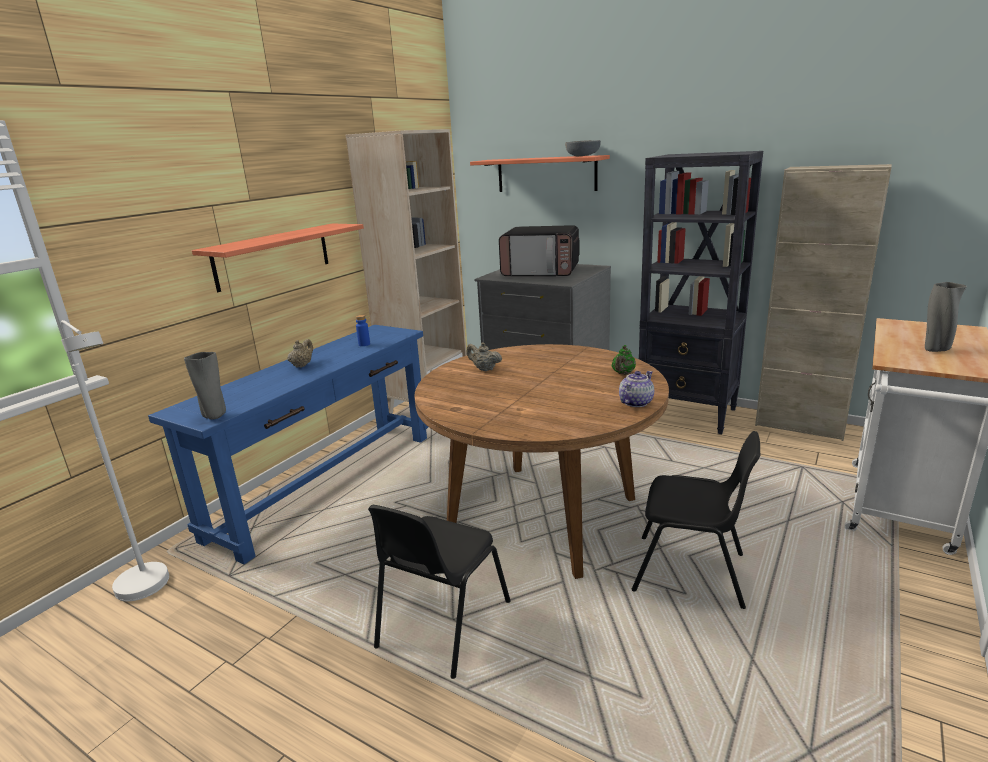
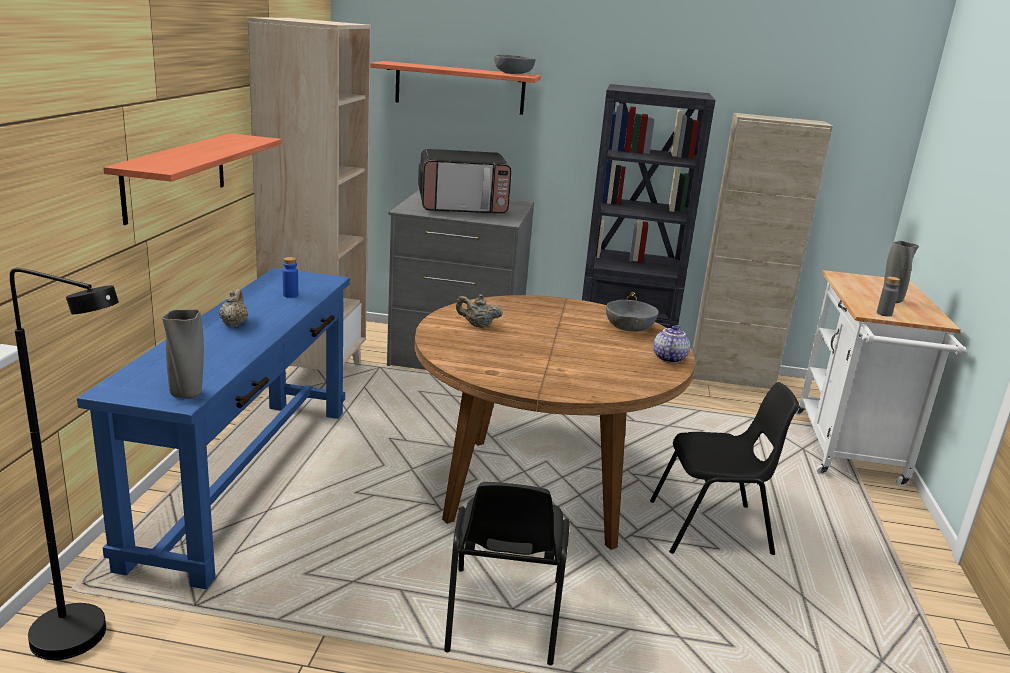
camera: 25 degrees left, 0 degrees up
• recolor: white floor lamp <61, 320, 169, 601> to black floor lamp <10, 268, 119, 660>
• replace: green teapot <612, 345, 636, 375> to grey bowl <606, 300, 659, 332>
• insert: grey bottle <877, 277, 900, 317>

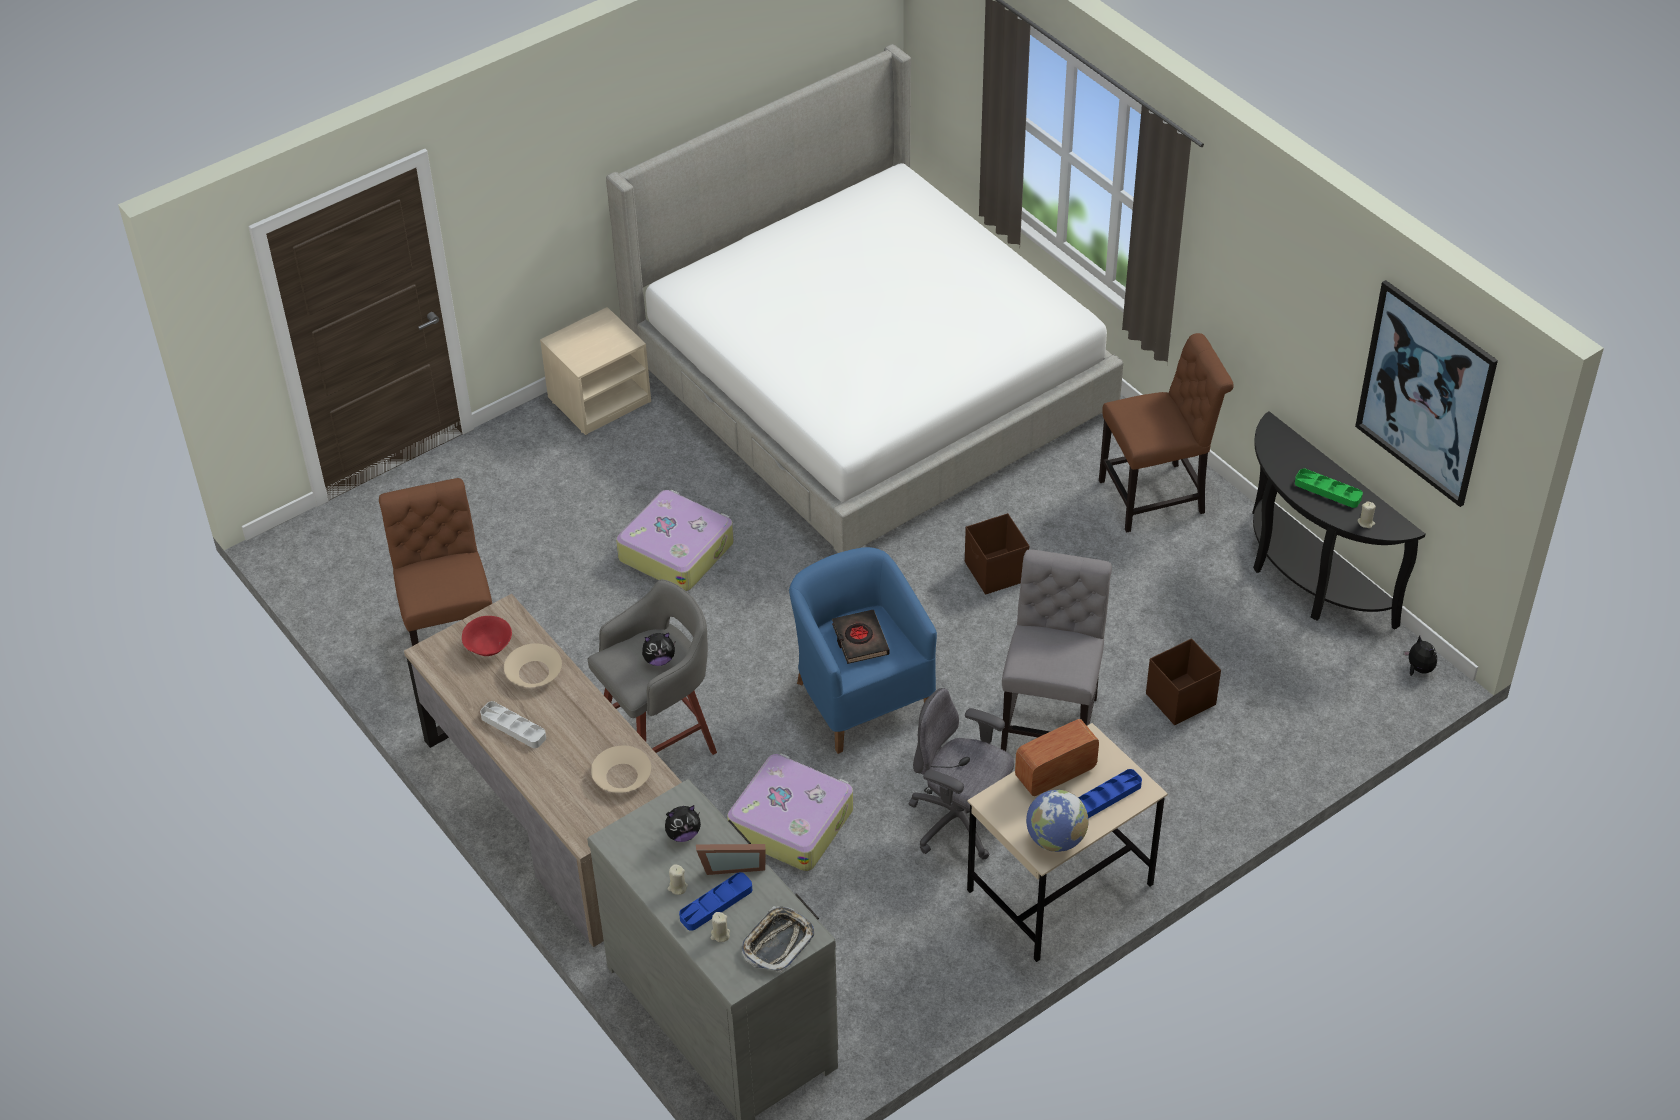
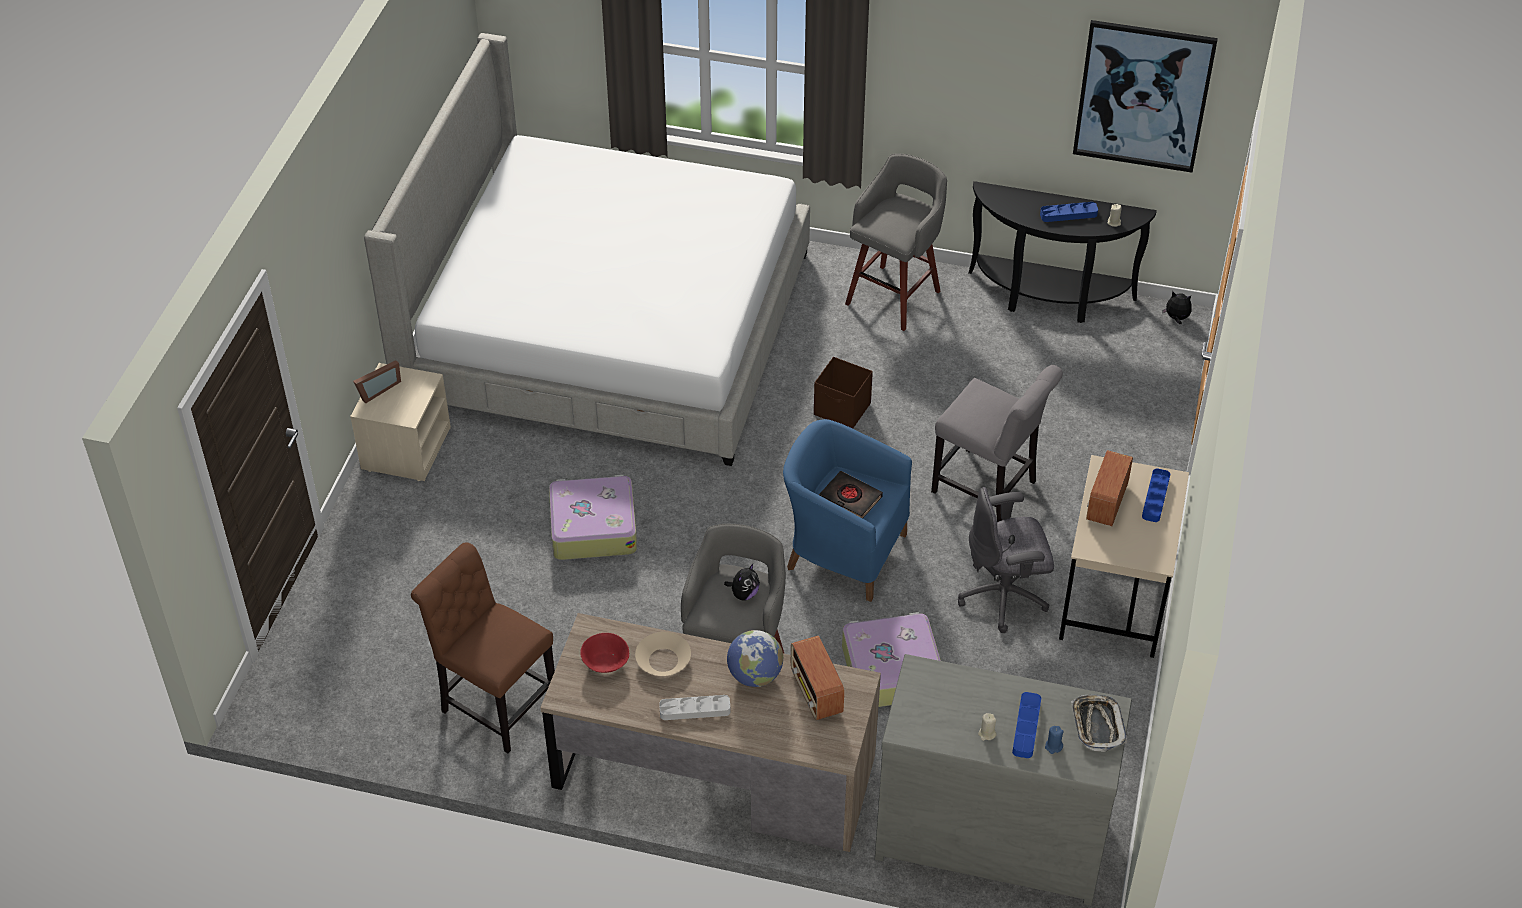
camera: 40 degrees left, 0 degrees up
• replace: brown chair <1099, 333, 1234, 533> to grey stool <845, 154, 947, 331>
• recolor: green tray <1295, 469, 1363, 508> to blue tray <1040, 202, 1098, 222>
• rotate: grey chair <1001, 549, 1112, 751> = <931, 365, 1063, 522> 150 degrees clockwise
• delete: brown storage box <1146, 638, 1221, 725>
• replace: beige bowl <591, 746, 651, 793> to radio <791, 636, 844, 720>
• move: globe <1026, 789, 1089, 852> to <727, 630, 783, 687>
• delete: plush toy <665, 805, 701, 842>
• move: picture frame <696, 844, 766, 875> to <353, 360, 401, 403>
• recolor: beige candle <711, 912, 730, 942> to blue candle <1045, 726, 1064, 754>

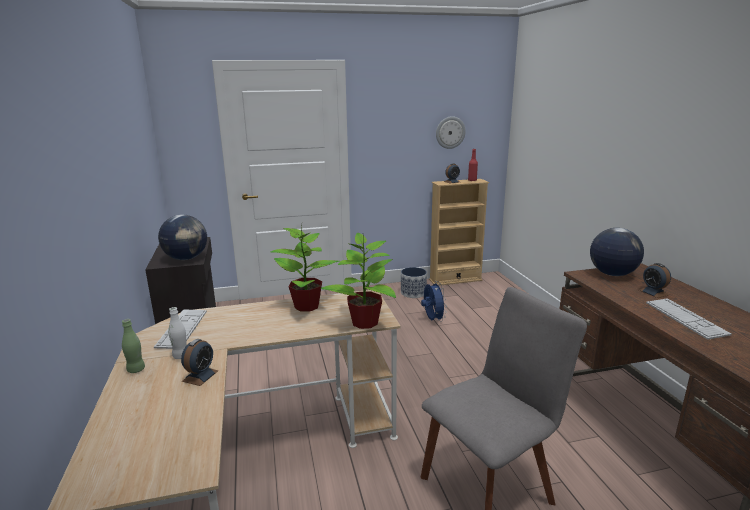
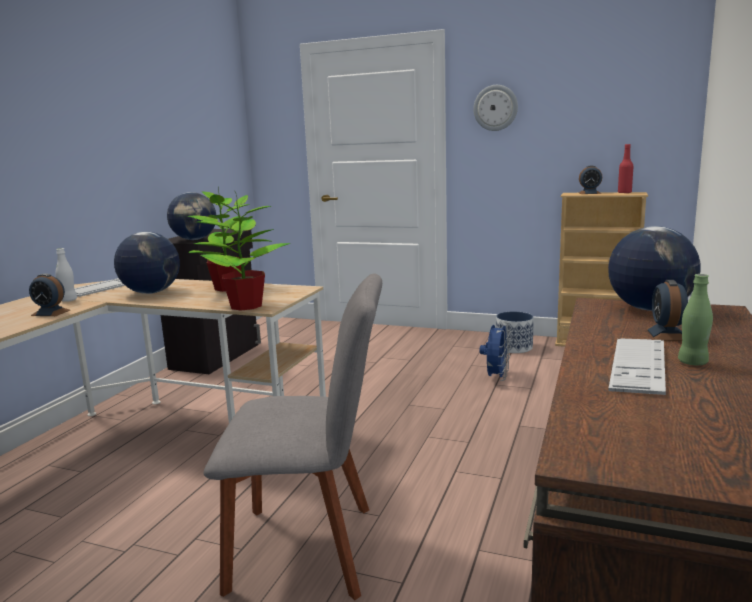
camera: 35 degrees right, 5 degrees down
• move: wall clock <436, 116, 466, 149> to <473, 85, 518, 131>
• move: green bottle <122, 319, 145, 373> to <678, 274, 713, 365>
• rotate: alarm clock <181, 339, 219, 386> = <29, 273, 70, 316> 45 degrees clockwise
• insert: globe <114, 232, 180, 294>

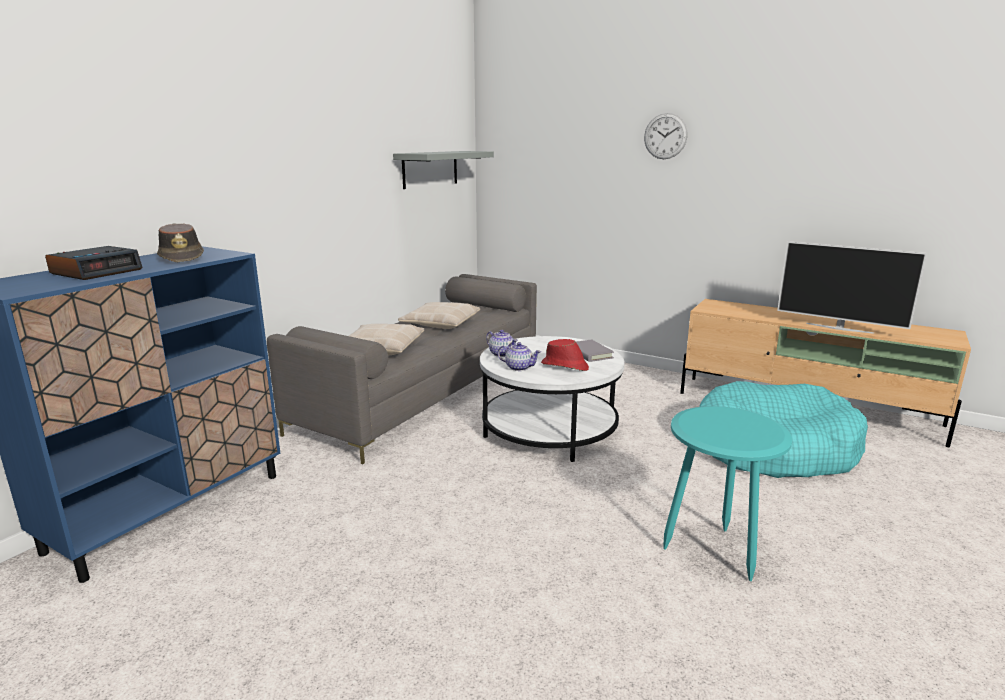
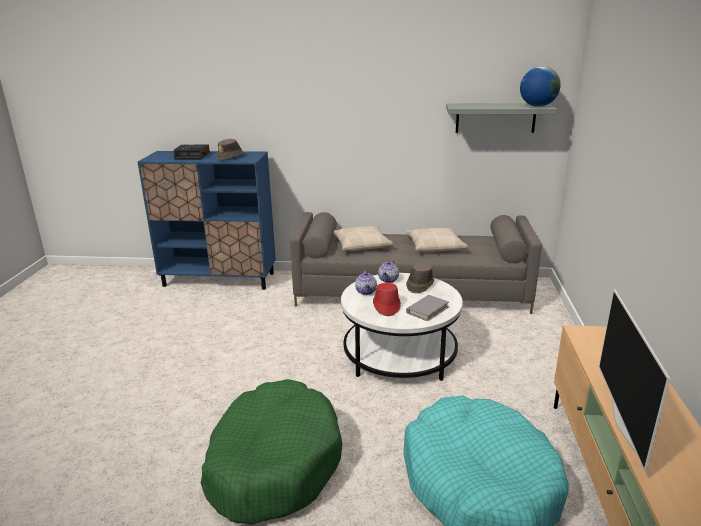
camera: 65 degrees right, 5 degrees up
• delete: wall clock <644, 113, 688, 159>
• replace: turquoise side table <663, 406, 792, 581> to green dog bed <201, 379, 343, 524>
• insert: globe <520, 66, 561, 107>
• insert: brown hat <406, 264, 434, 293>

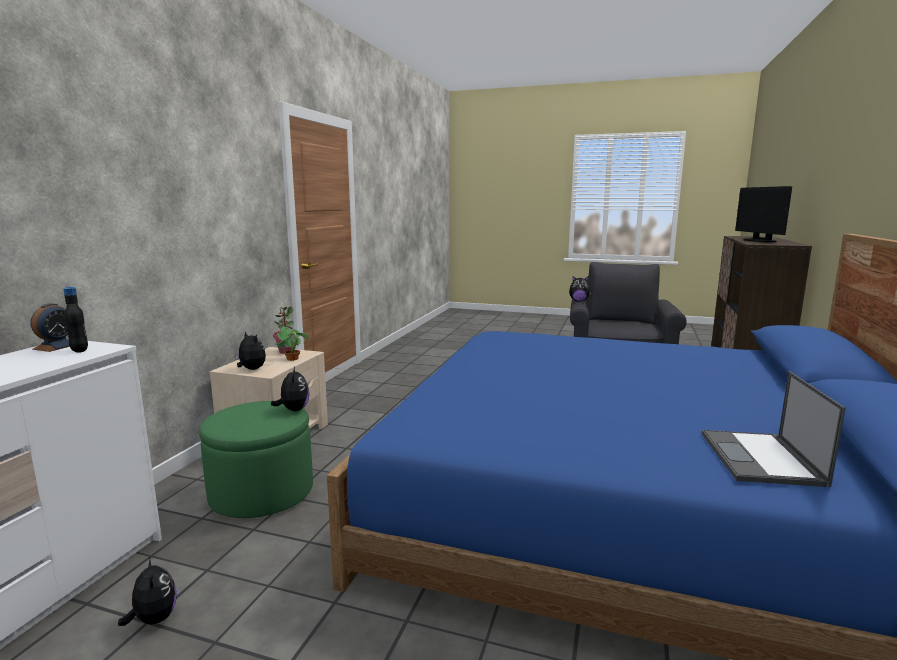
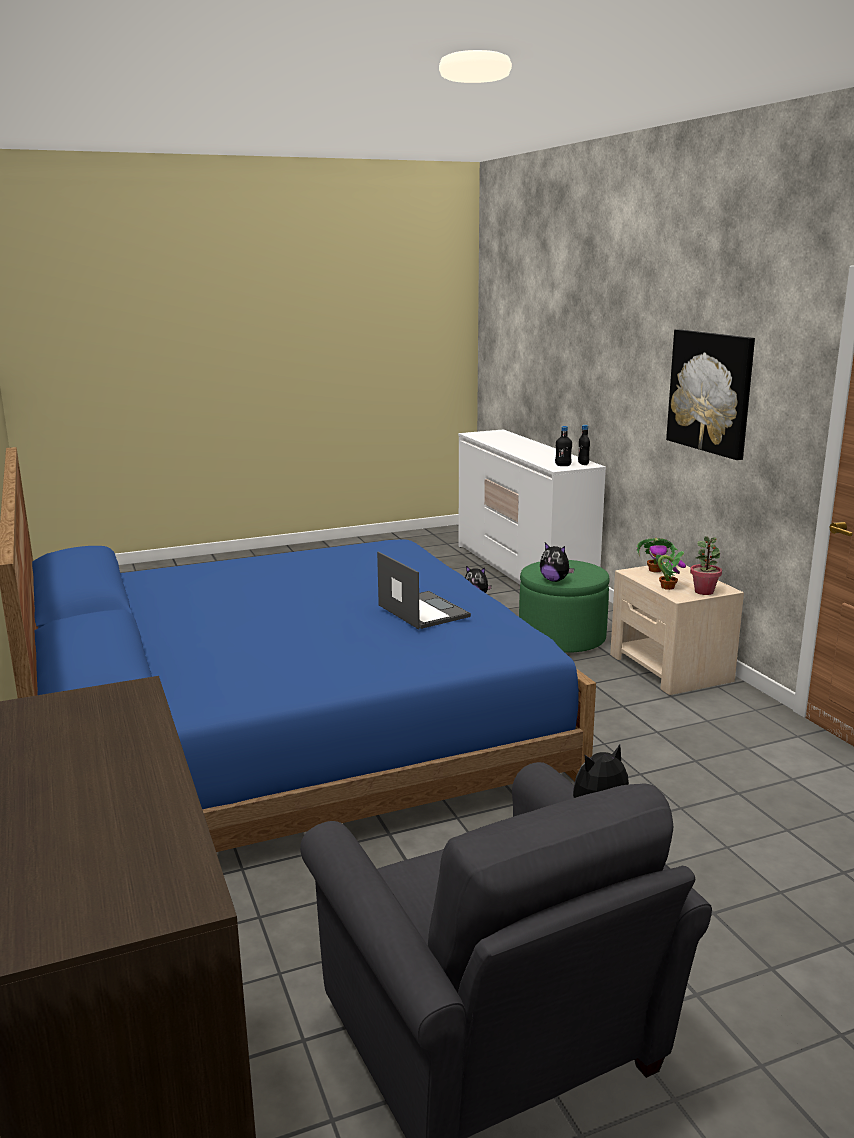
camera: 140 degrees right, 5 degrees up
• delete: monitor <735, 186, 792, 242>
• replace: alarm clock <30, 303, 69, 352> to black bottle <578, 425, 590, 465>
• replace: plush toy <235, 331, 266, 370> to potted plant <636, 538, 678, 573>
• move: laptop <702, 371, 846, 487> to <377, 551, 471, 629>
• insert: picture <666, 329, 755, 460>

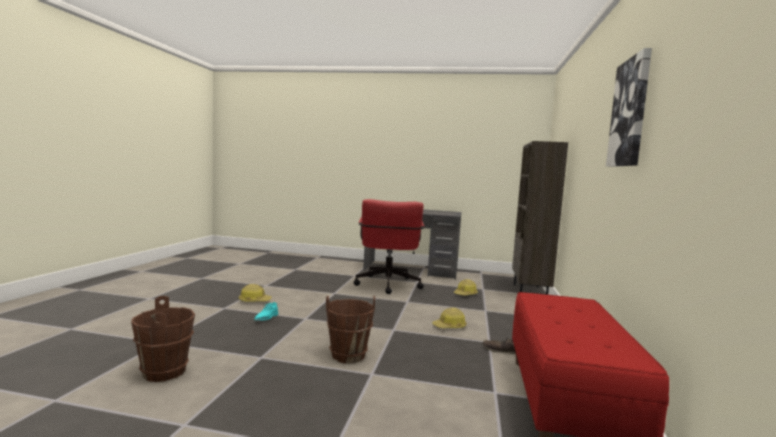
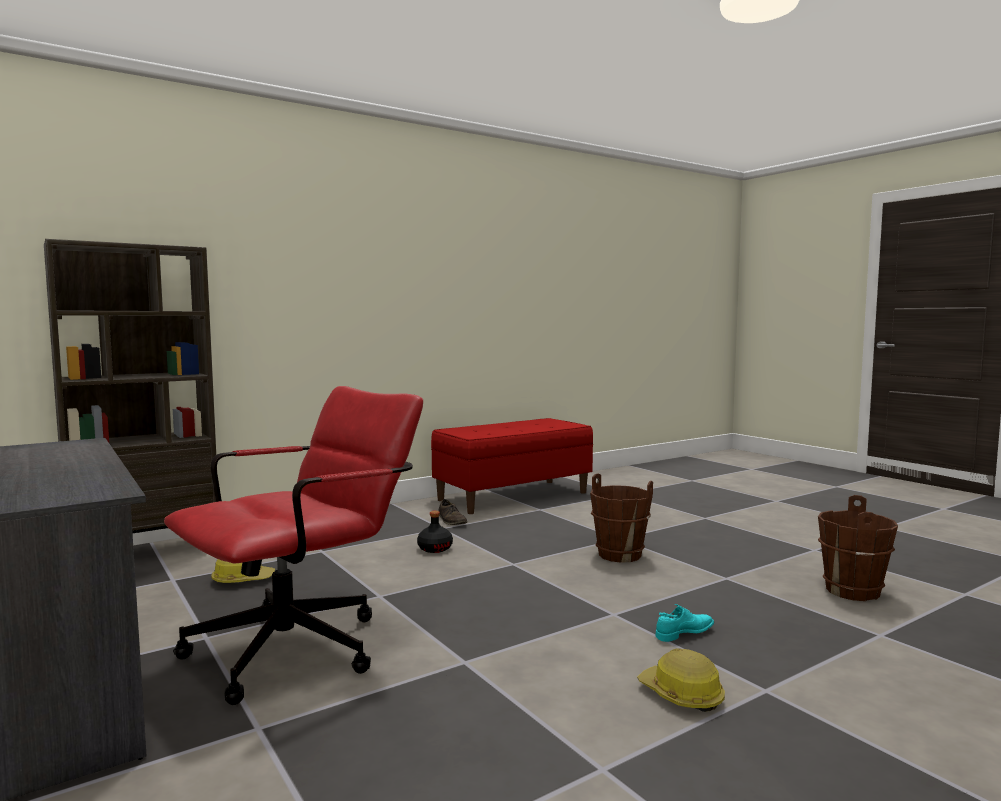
camera: 135 degrees left, 0 degrees up
• delete: picture <606, 48, 652, 167>
• replace: hard hat <432, 308, 467, 328> to black bottle <417, 511, 453, 553>

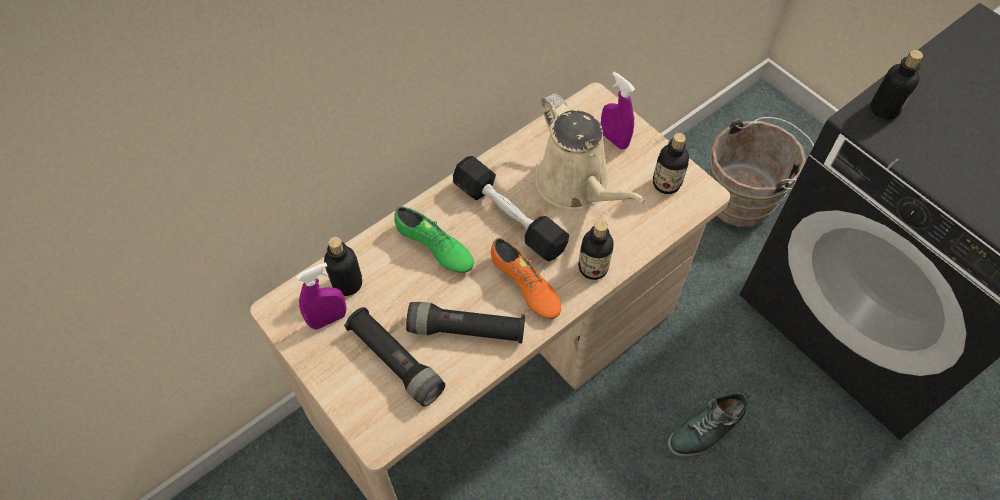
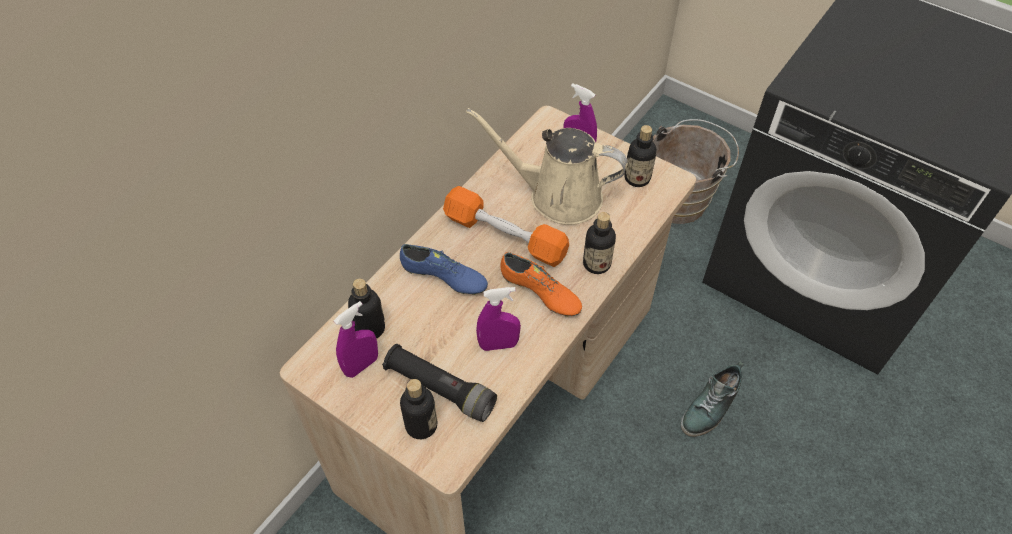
camera: 15 degrees left, 5 degrees down
• move: bottle <870, 50, 923, 120> to <400, 379, 437, 439>
• rotate: beige watering can <535, 93, 647, 210> = <466, 108, 628, 225> 150 degrees clockwise
• recolor: black dumbbell <453, 156, 569, 261> to orange dumbbell <443, 186, 569, 267>
• recolor: green shoe <394, 206, 474, 273> to blue shoe <400, 244, 488, 295>
• replace: black flashlight <406, 302, 525, 344> to purple spray bottle <476, 287, 521, 351>

